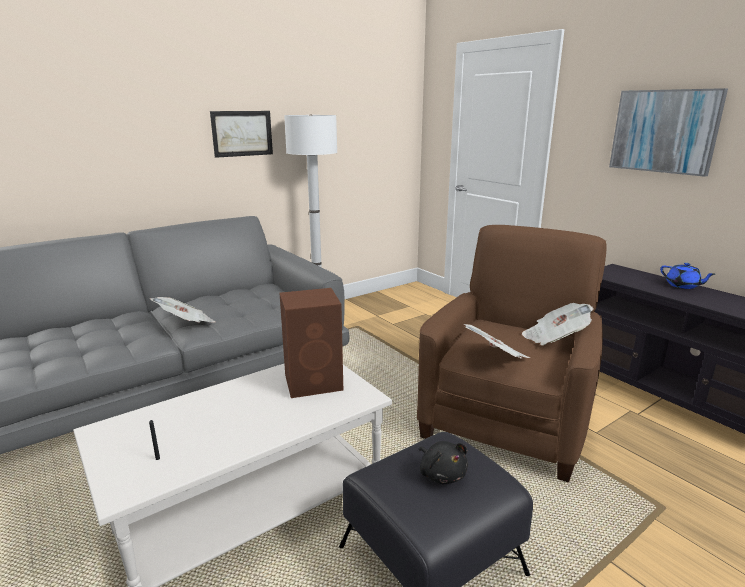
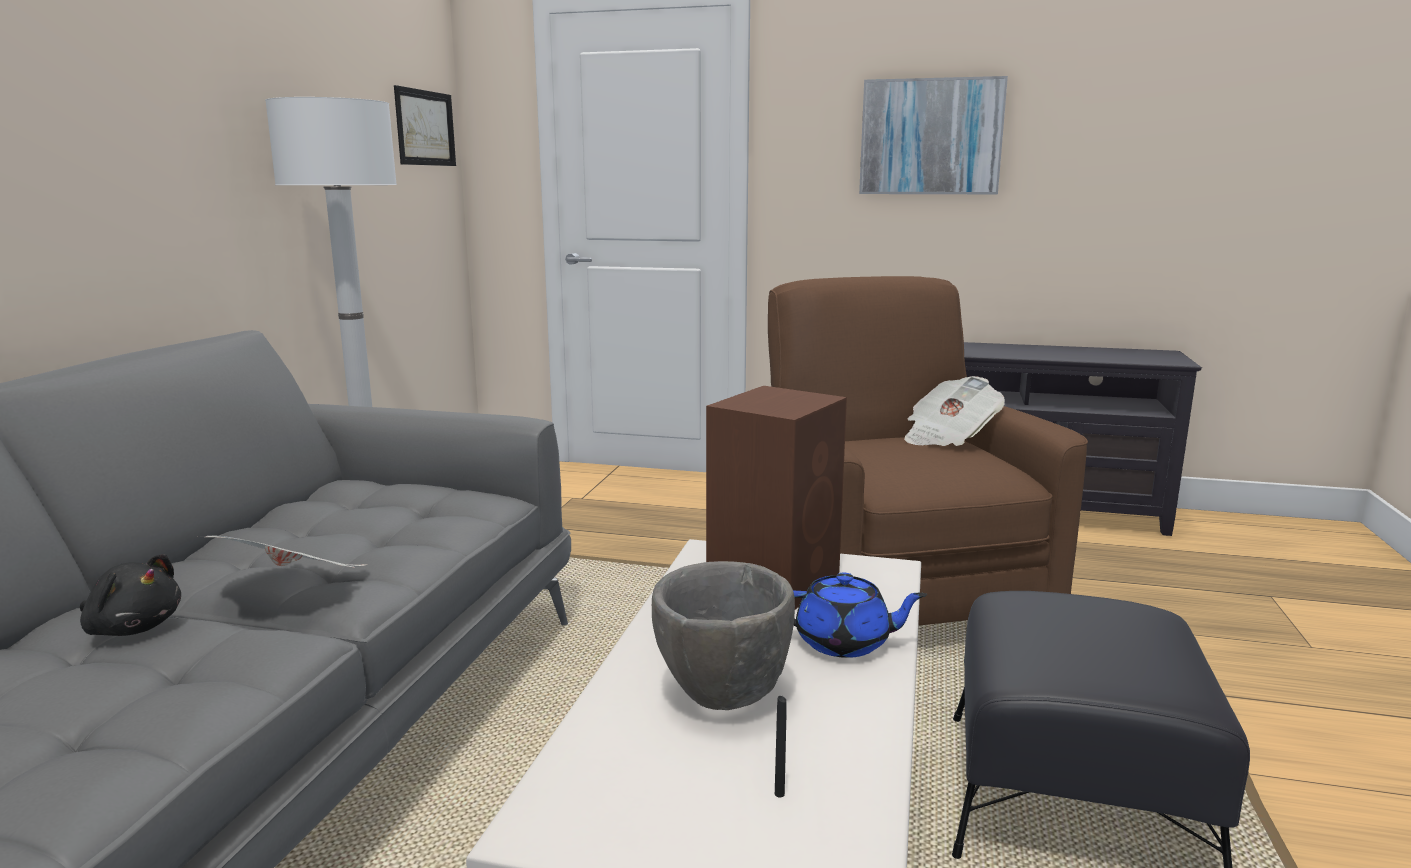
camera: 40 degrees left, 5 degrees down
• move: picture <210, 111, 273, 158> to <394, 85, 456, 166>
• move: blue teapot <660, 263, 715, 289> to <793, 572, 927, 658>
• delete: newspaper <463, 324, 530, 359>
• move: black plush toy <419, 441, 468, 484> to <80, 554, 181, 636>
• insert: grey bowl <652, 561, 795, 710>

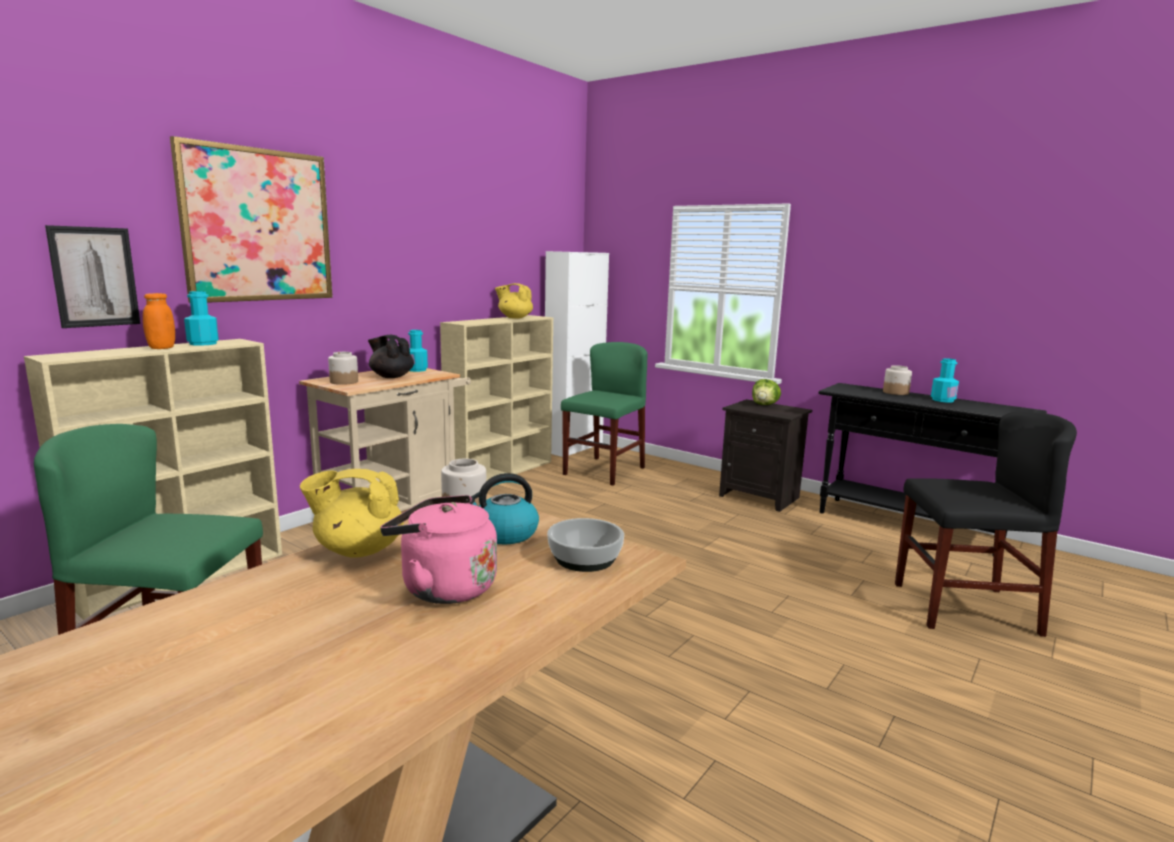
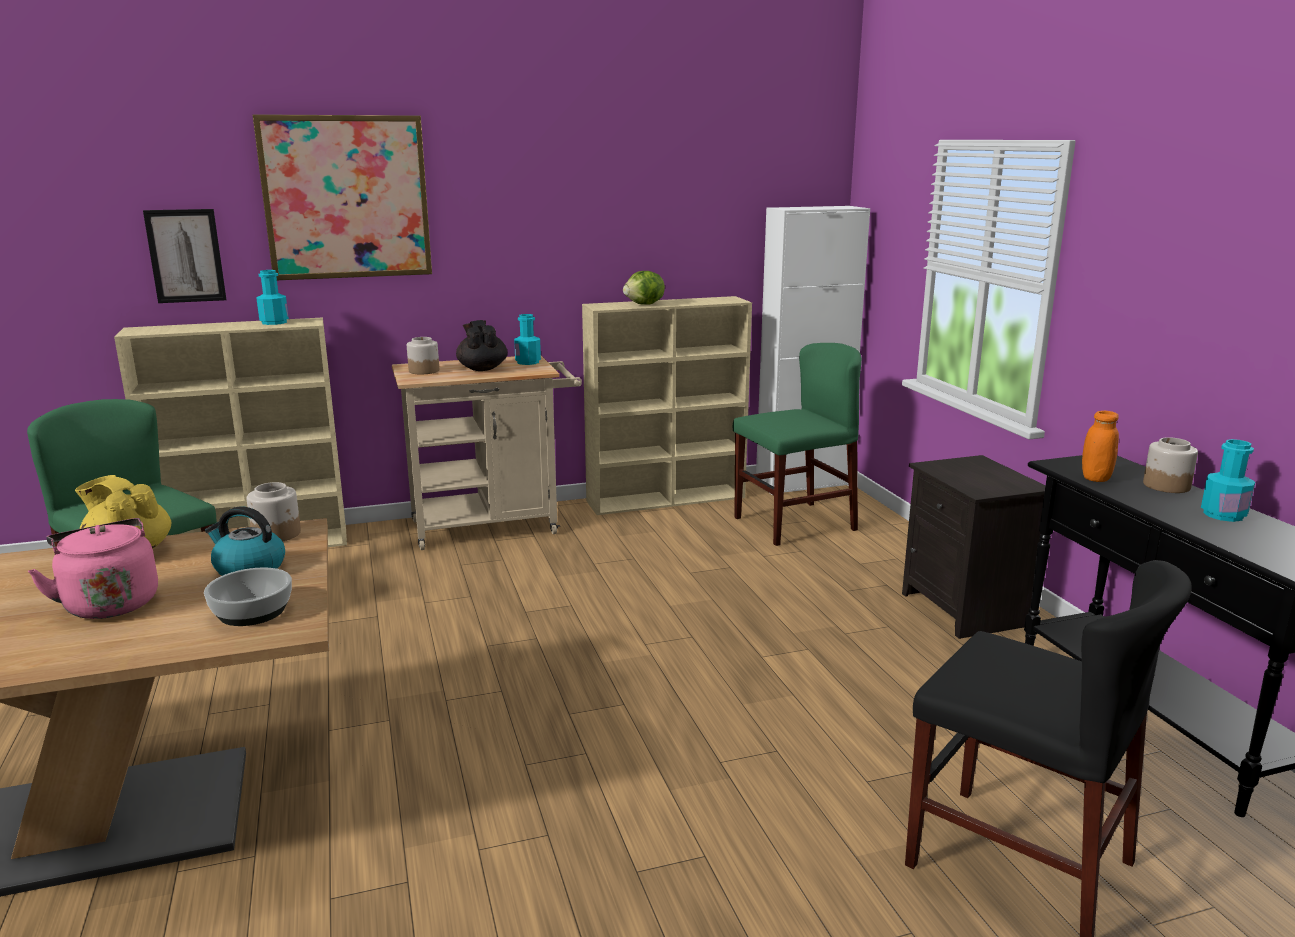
camera: 35 degrees right, 5 degrees up
• delete: yellow teapot <495, 283, 533, 319>
• move: orange jar <143, 293, 175, 349> to <1082, 411, 1119, 482>
• move: lettuce <752, 379, 781, 405> to <623, 271, 665, 305>

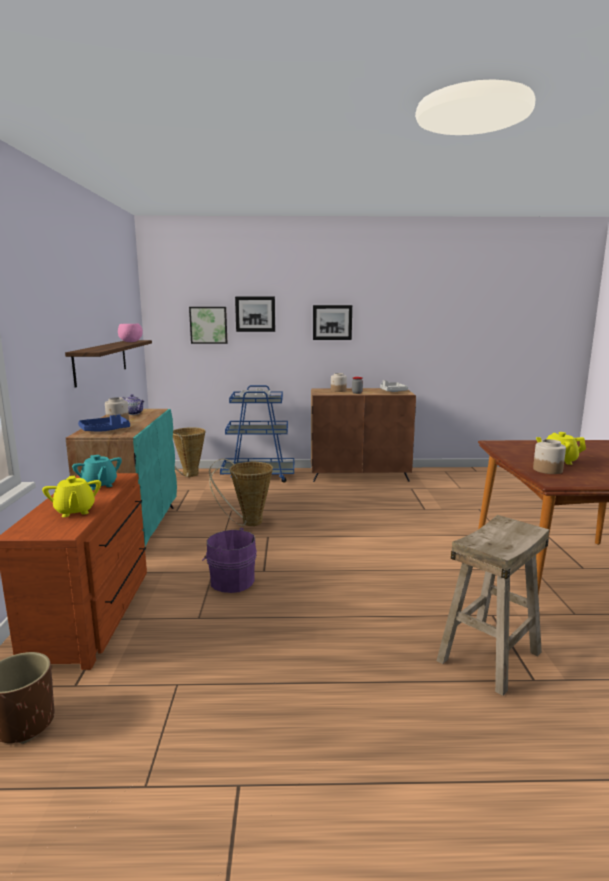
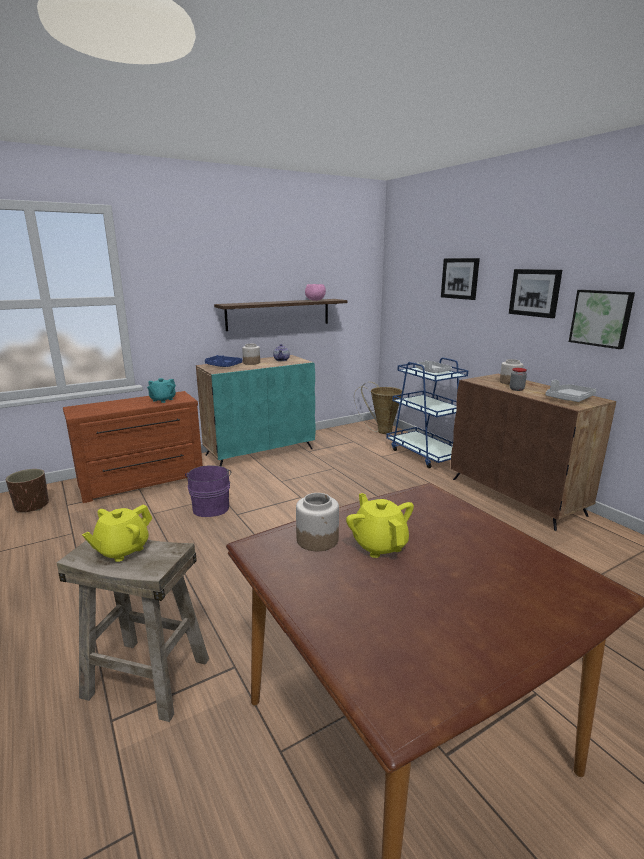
camera: 60 degrees right, 5 degrees up
• move: picture <189, 307, 227, 344> to <569, 290, 635, 349>
• delete: basket <209, 459, 273, 526>
• move: yellow teapot <42, 476, 101, 517> to <82, 504, 152, 562>

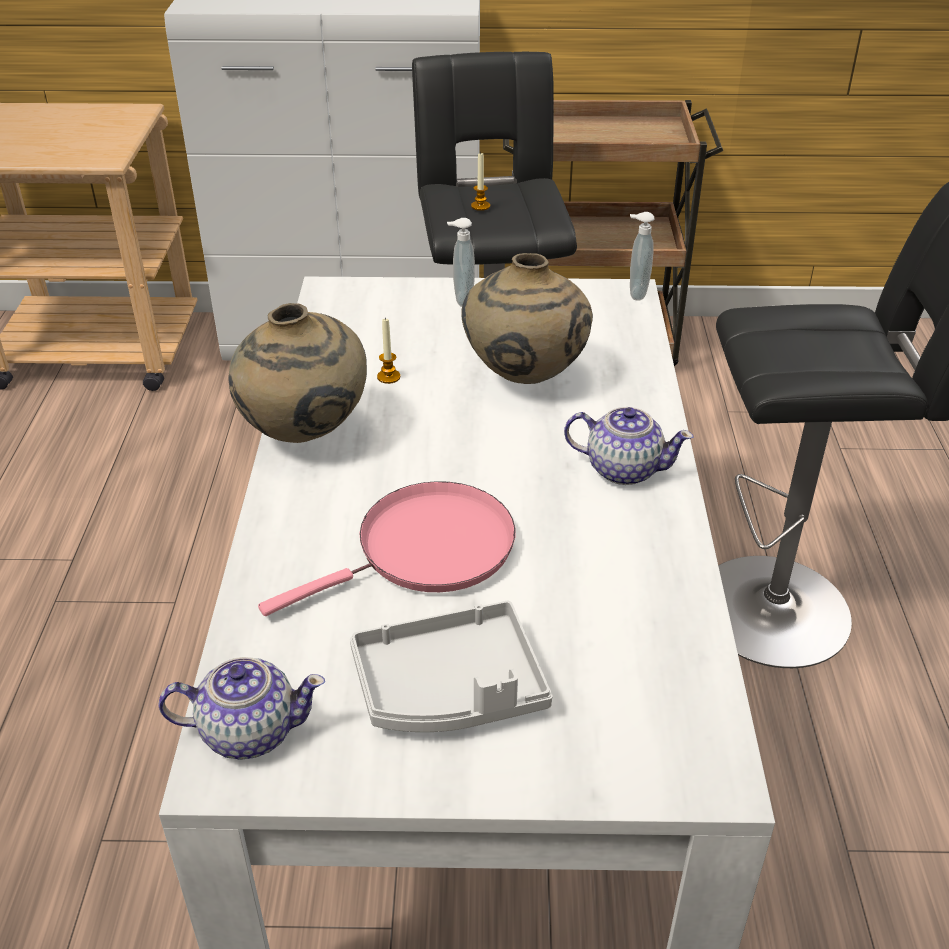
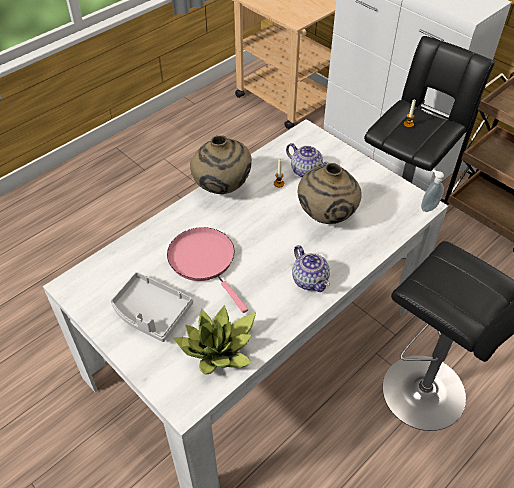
camera: 45 degrees right, 10 degrees up
• delete: soap dispenser <447, 218, 475, 307>
• rotate: pink frying pan <258, 481, 515, 616> = <167, 227, 248, 313> 135 degrees counterclockwise
• move: teapot <158, 657, 325, 760> to <286, 143, 328, 177>
• insert: potted plant <173, 305, 256, 374>

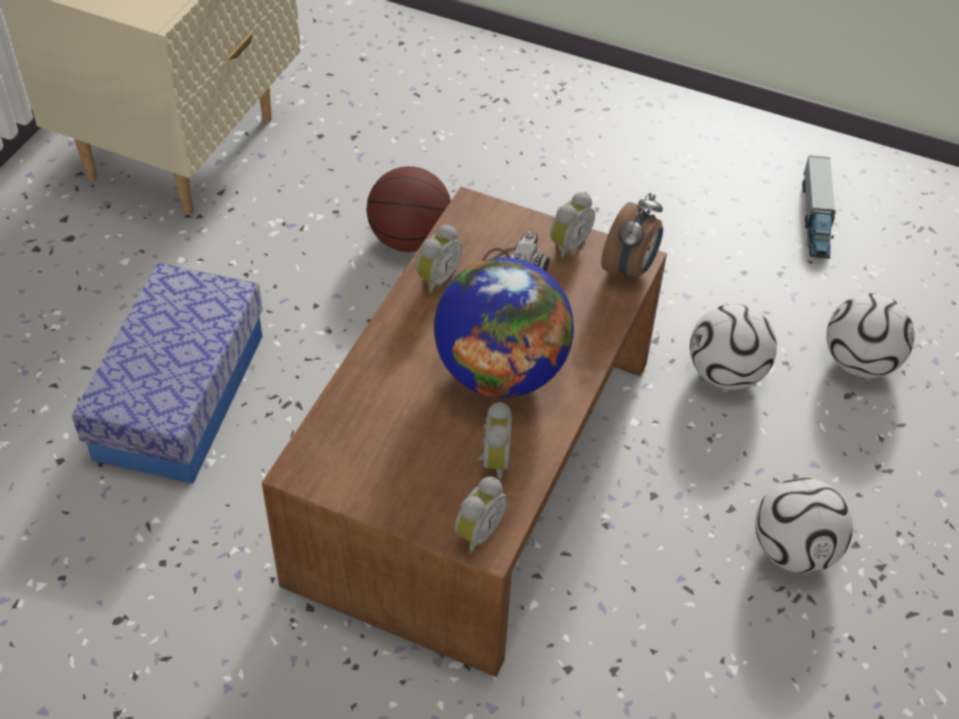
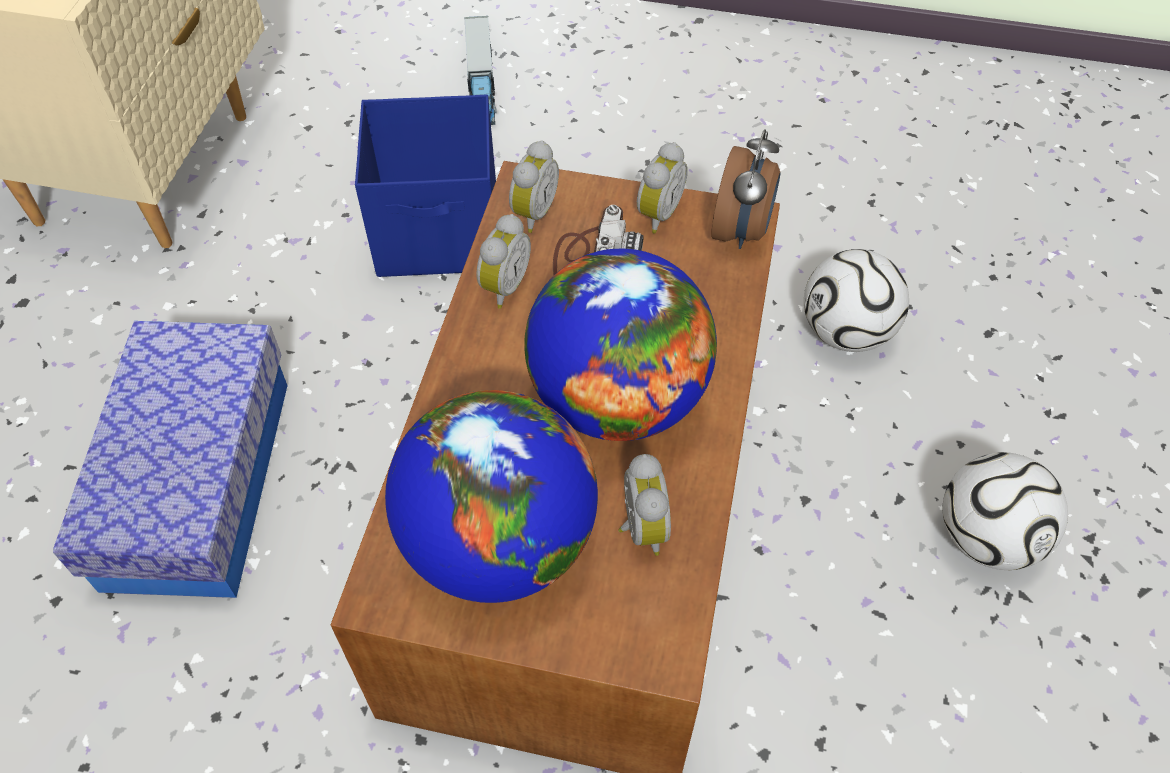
camera: 10 degrees left, 5 degrees up
• move: toy truck <802, 155, 836, 259> to <464, 16, 497, 125>
• replace: basketball <366, 166, 451, 252> to blue storage box <355, 95, 496, 277>
• delete: football <826, 293, 915, 378>
• move: alarm clock <455, 477, 507, 554> to <509, 140, 559, 233>
• insert: globe <385, 390, 598, 603>

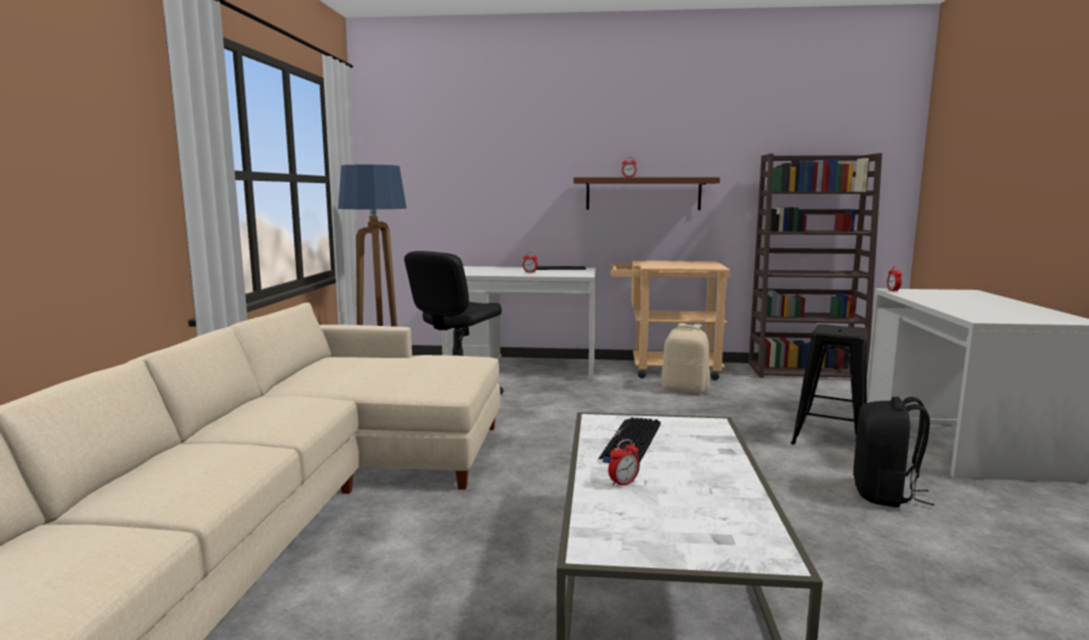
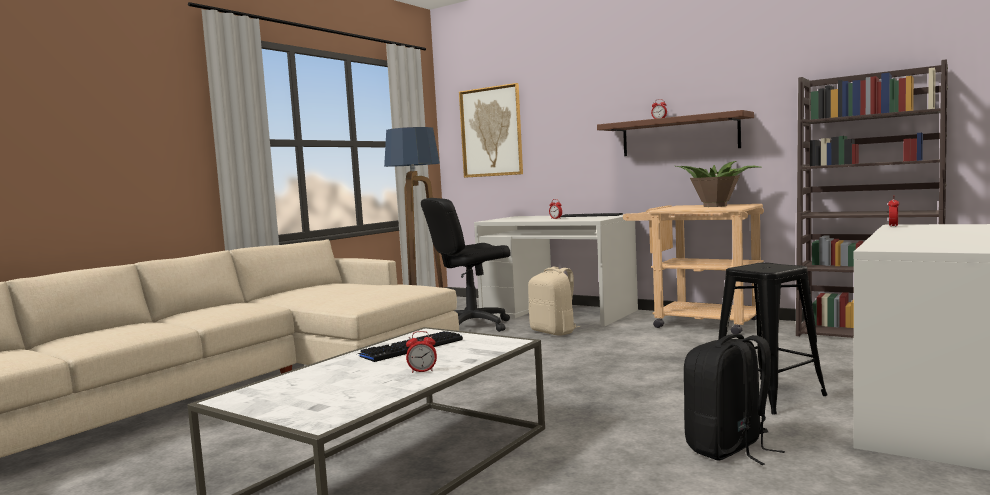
camera: 30 degrees right, 5 degrees down
• move: beige backpack <661, 323, 710, 393> to <528, 267, 581, 336>
• move: alarm clock <608, 439, 640, 488> to <406, 331, 437, 373>
• insert: picture <459, 83, 523, 178>
• insert: potted plant <676, 161, 762, 207>

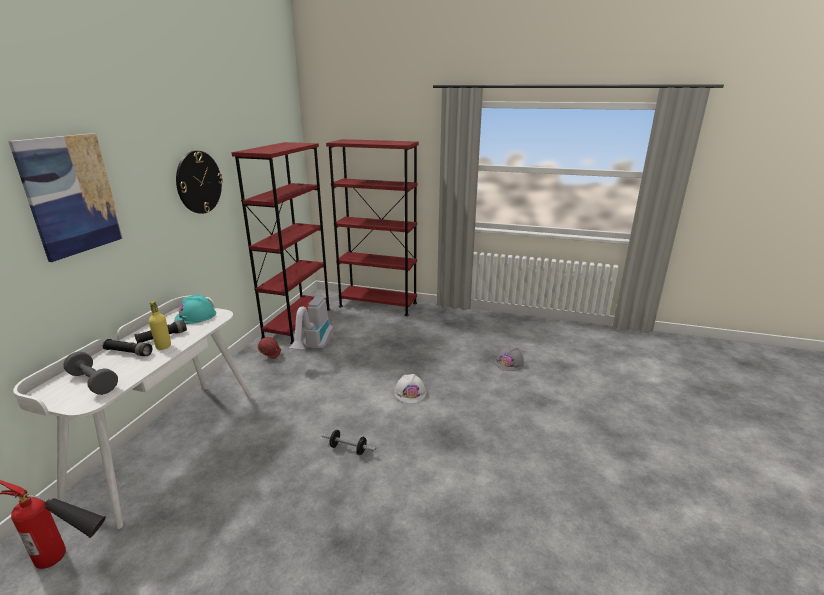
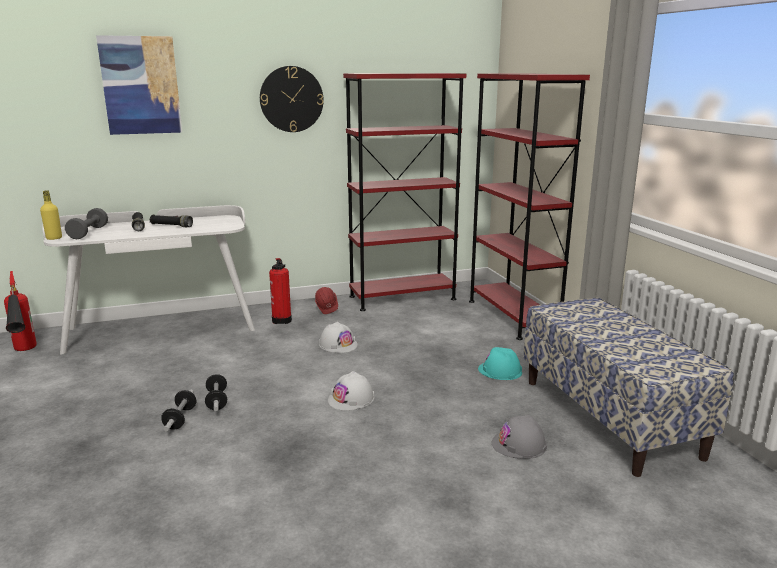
camera: 55 degrees right, 5 degrees down
• move: turquoise hard hat <174, 294, 216, 324> to <478, 347, 522, 380>
• delete: vacuum cleaner <289, 296, 334, 349>
• move: yellow bottle <149, 301, 171, 350> to <40, 191, 62, 240>
• insert: fire extinguisher <269, 258, 292, 324>
• insert: bench <523, 298, 734, 477>
• insert: white hard hat <319, 322, 358, 353>
• insert: dumbbell <161, 390, 197, 431>

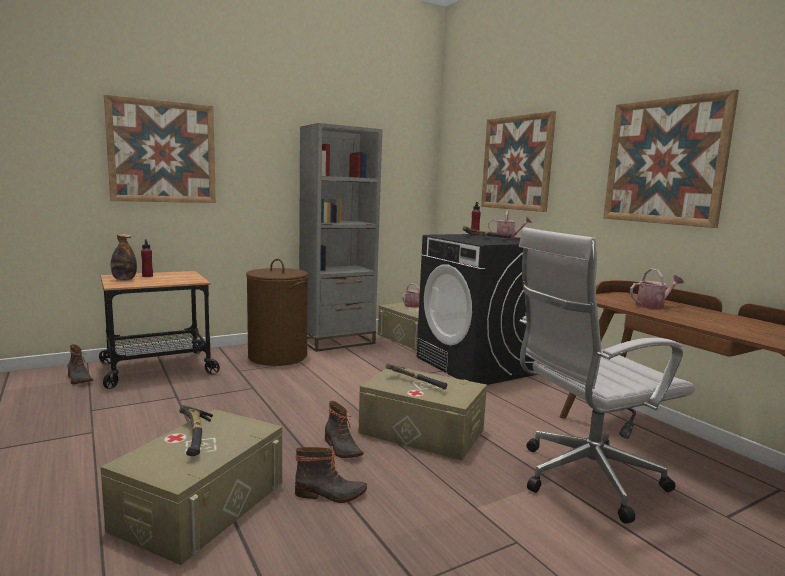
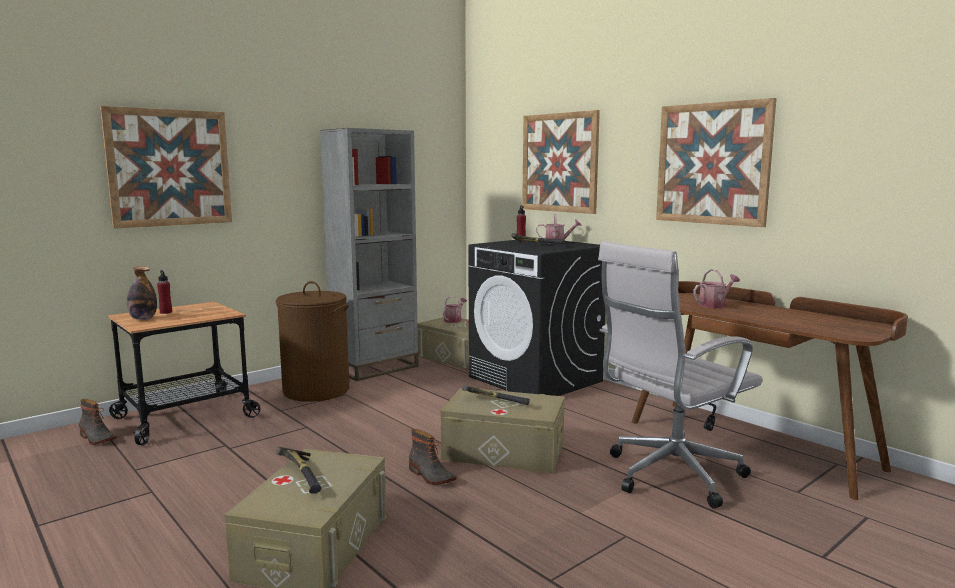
camera: 10 degrees left, 0 degrees up
• delete: boot <295, 447, 367, 503>

